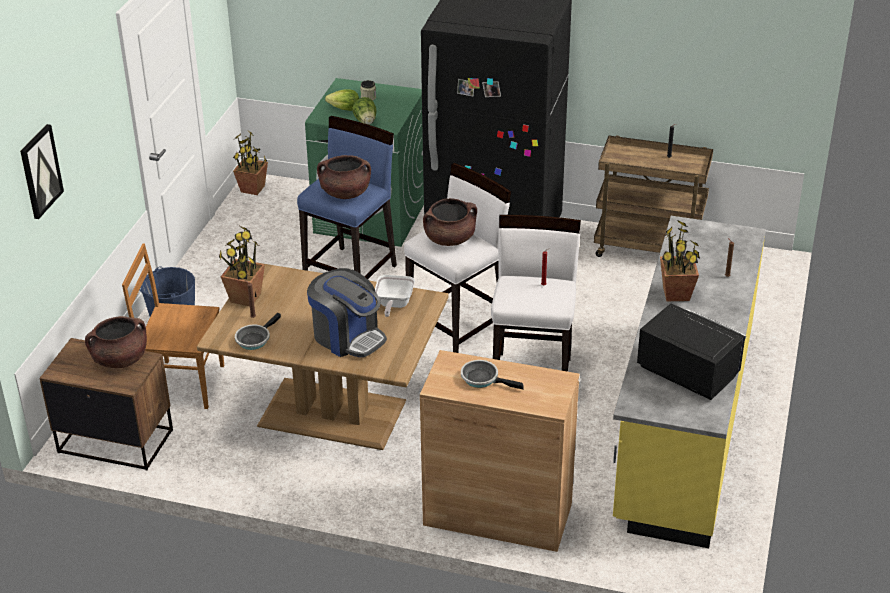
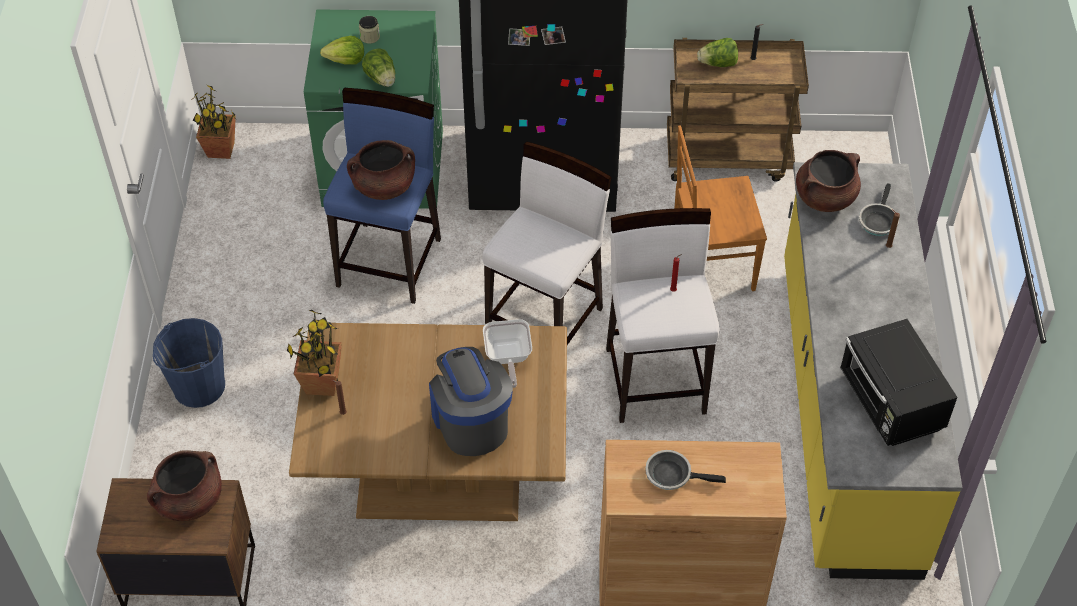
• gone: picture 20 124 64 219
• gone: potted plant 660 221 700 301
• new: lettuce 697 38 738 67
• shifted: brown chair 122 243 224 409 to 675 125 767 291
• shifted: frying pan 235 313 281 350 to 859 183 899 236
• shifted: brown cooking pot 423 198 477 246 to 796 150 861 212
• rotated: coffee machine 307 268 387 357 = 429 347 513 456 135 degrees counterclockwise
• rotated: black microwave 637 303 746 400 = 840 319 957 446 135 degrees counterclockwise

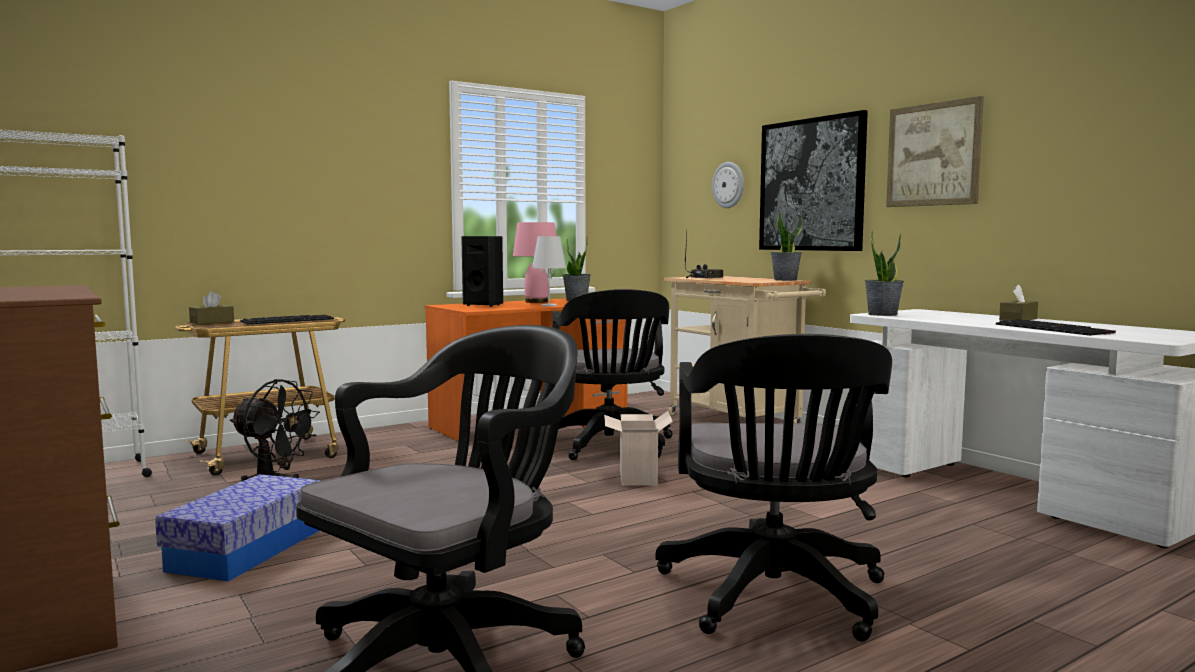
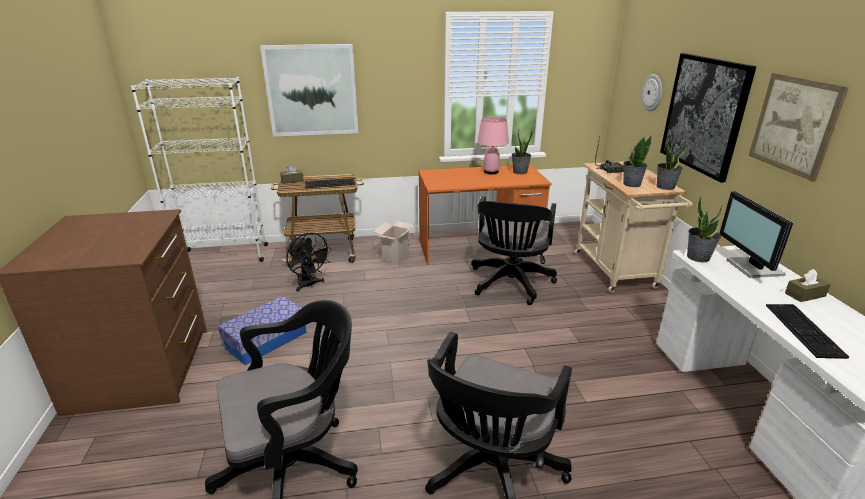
• gone: black speaker 461 236 503 307
• gone: white table lamp 532 236 566 306
• new: picture 260 44 359 137
• new: potted plant 623 135 652 187
• new: monitor 719 191 793 278
• shifted: cardboard box 604 411 673 485 to 374 221 414 263

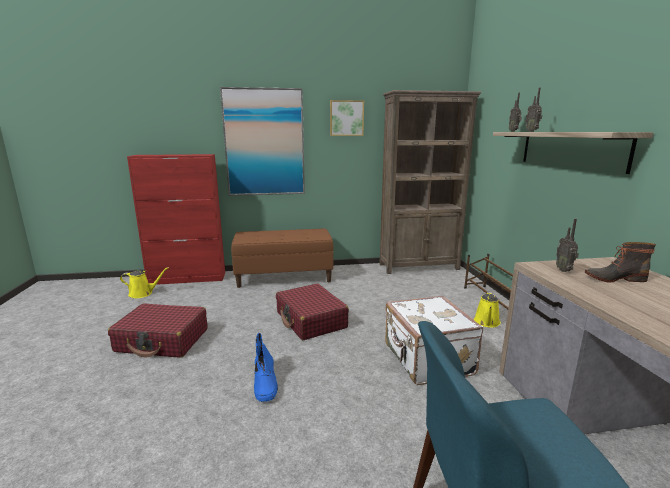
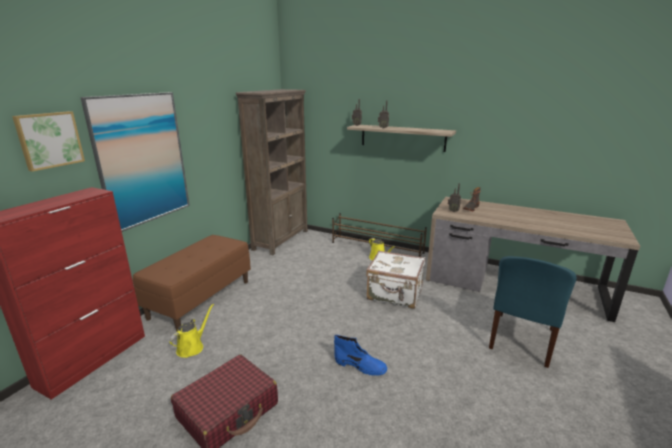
• gone: red suitcase 276 283 349 340
• shifted: yellow watering can 120 267 169 298 to 169 304 214 358
• shifted: picture 330 100 364 136 to 12 111 85 172

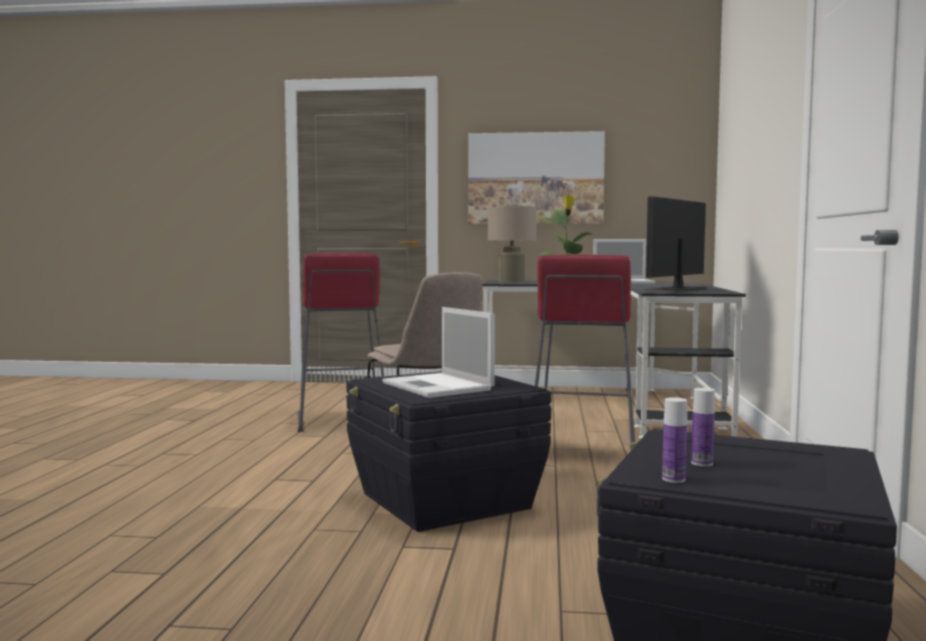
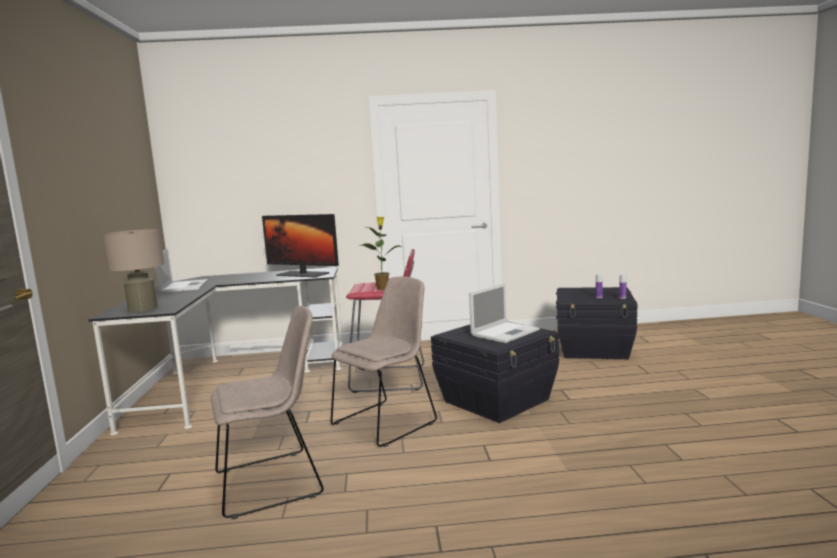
• gone: picture 468 131 605 224
• swapped: red stool 298 253 384 432 to beige chair 211 306 324 519

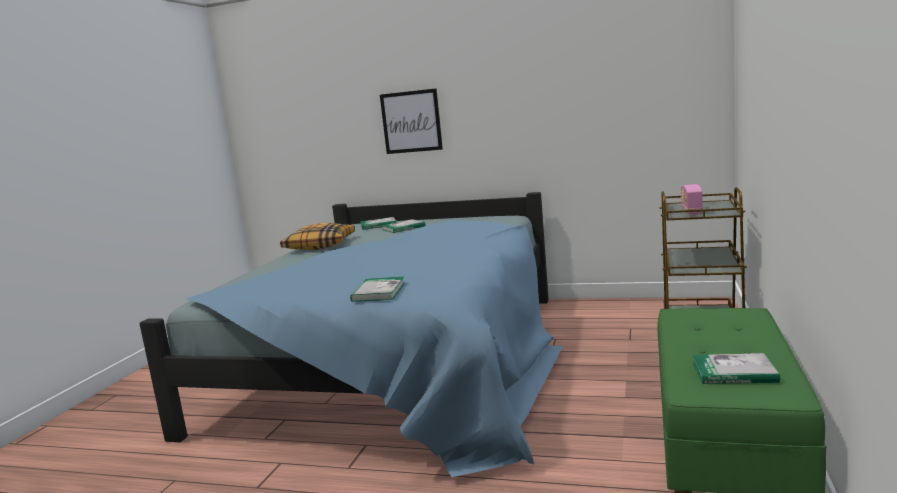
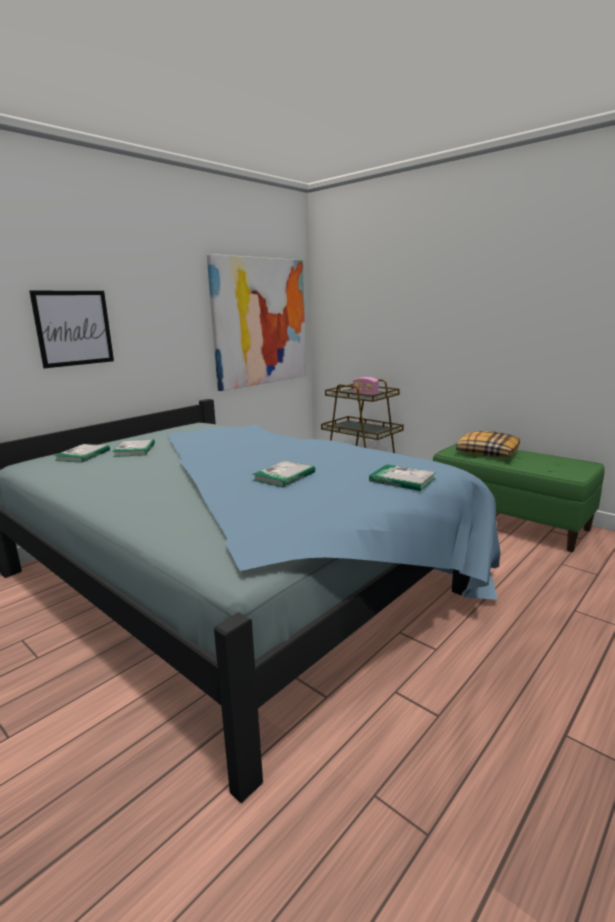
• new: picture 207 254 306 391
• shifted: pillow 280 223 355 250 to 456 431 520 457
• shifted: book 693 353 780 384 to 253 460 315 488

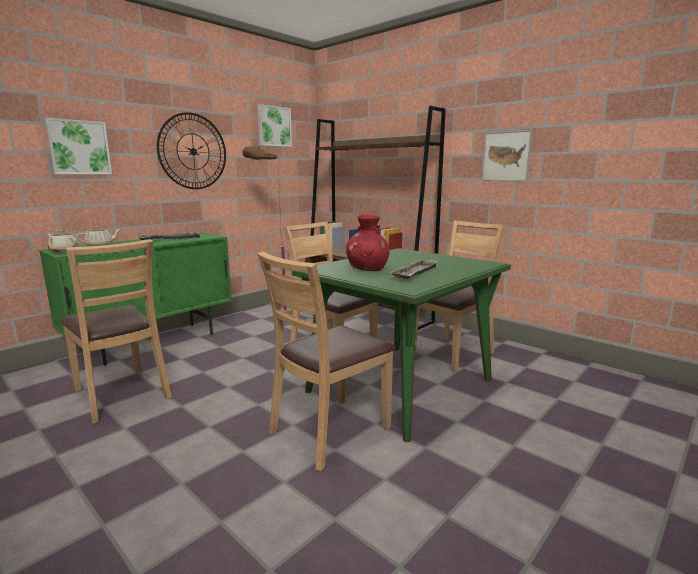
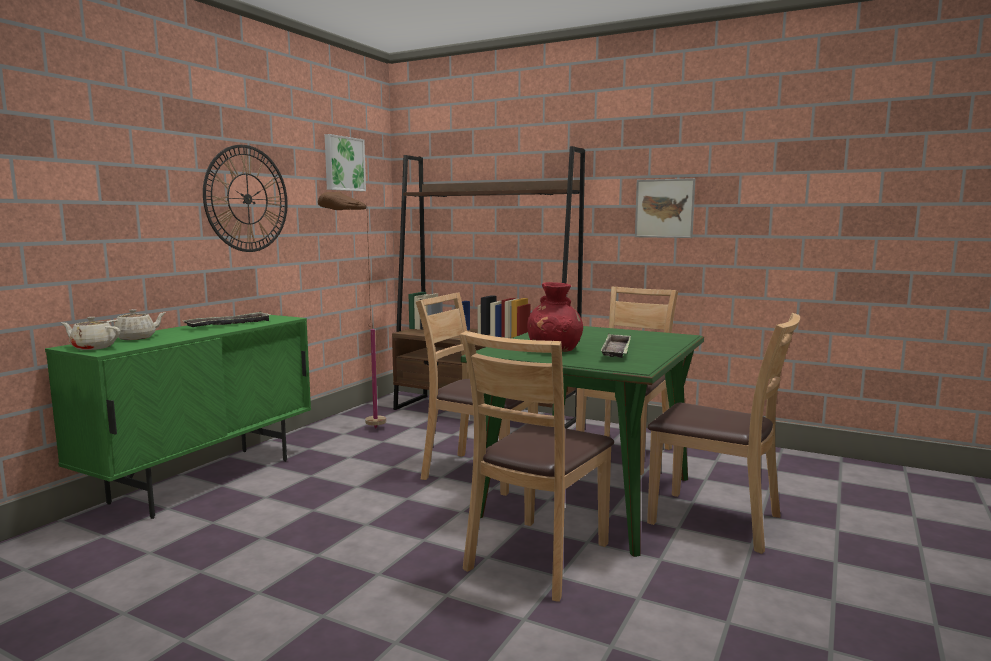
• gone: picture 44 118 112 174
• shifted: brown chair 60 239 172 424 to 647 313 800 554

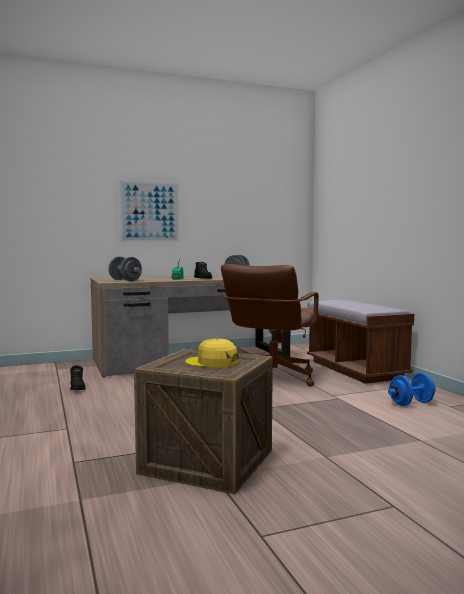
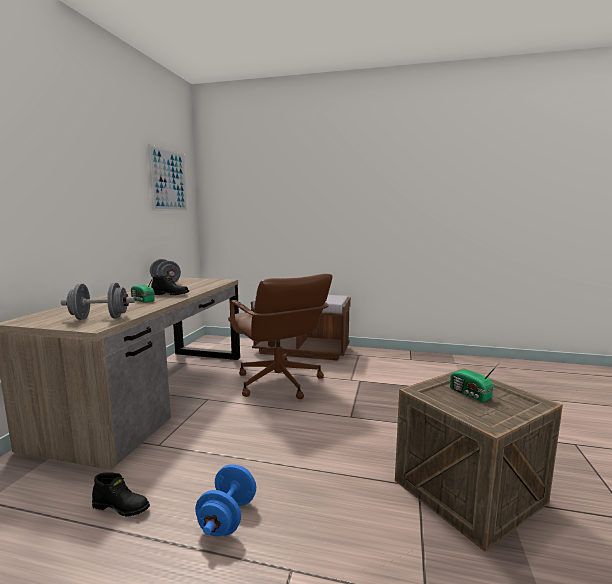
• shifted: picture 120 181 180 242 to 148 144 188 212
• shifted: blue dumbbell 388 373 436 406 to 195 464 256 537
• swapped: yellow cap 185 339 238 368 to radio 450 363 499 402

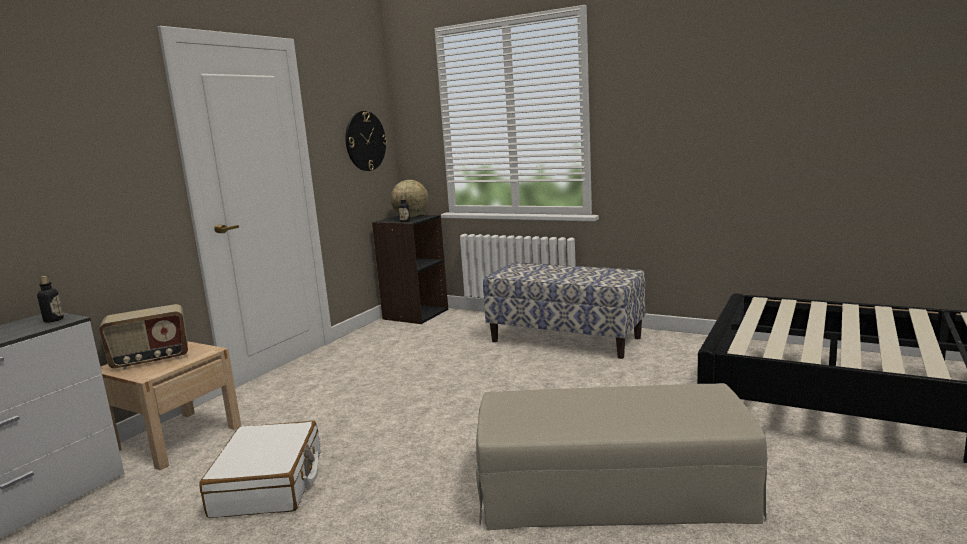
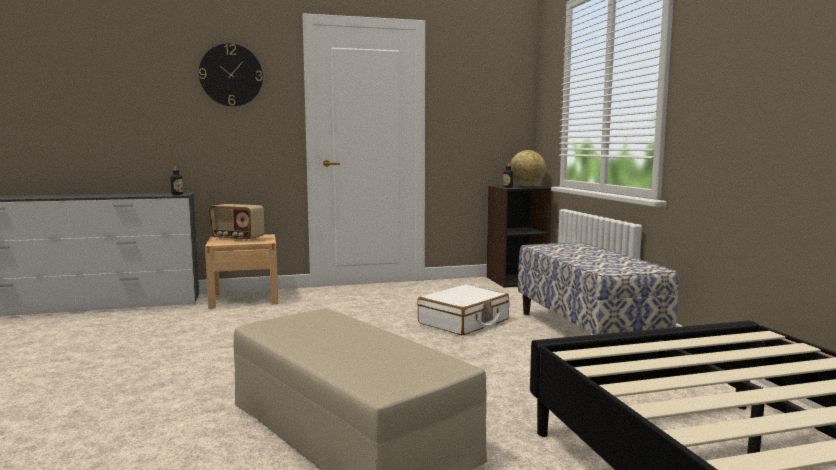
• shifted: white suitcase 199 421 320 518 to 417 285 509 335
• shifted: wall clock 345 111 387 171 to 199 43 263 106

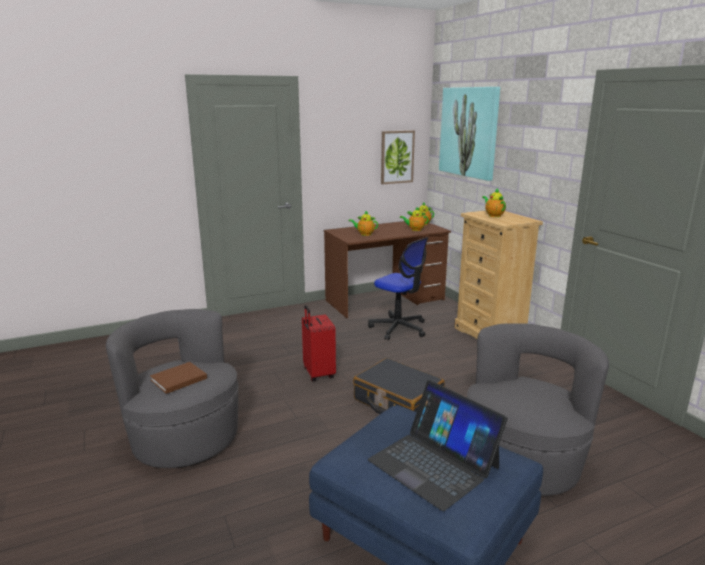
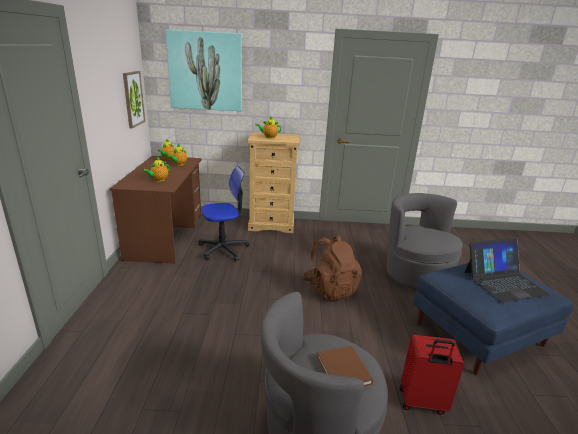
• shifted: red suitcase 302 305 336 381 to 400 335 464 415
• swapped: black suitcase 353 358 445 414 to brown backpack 303 235 362 301

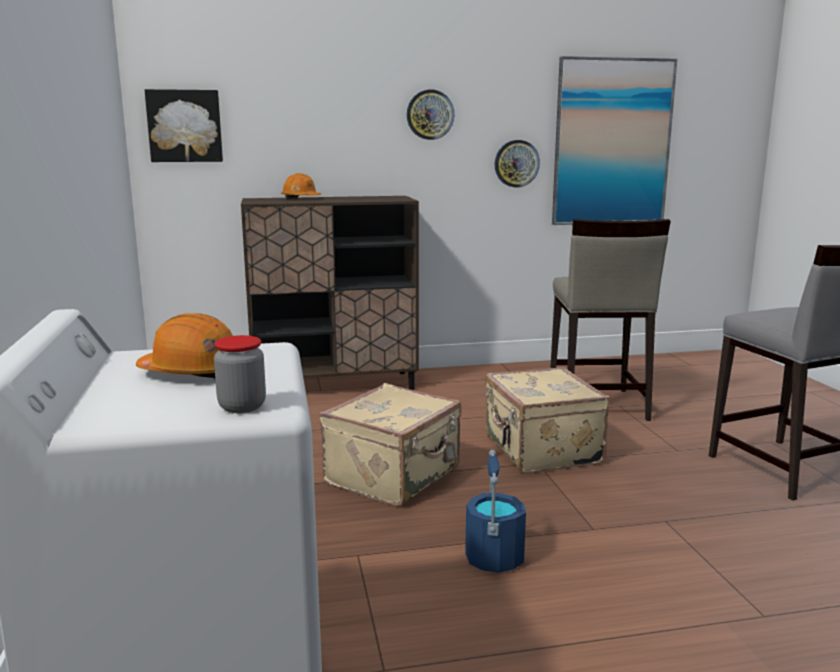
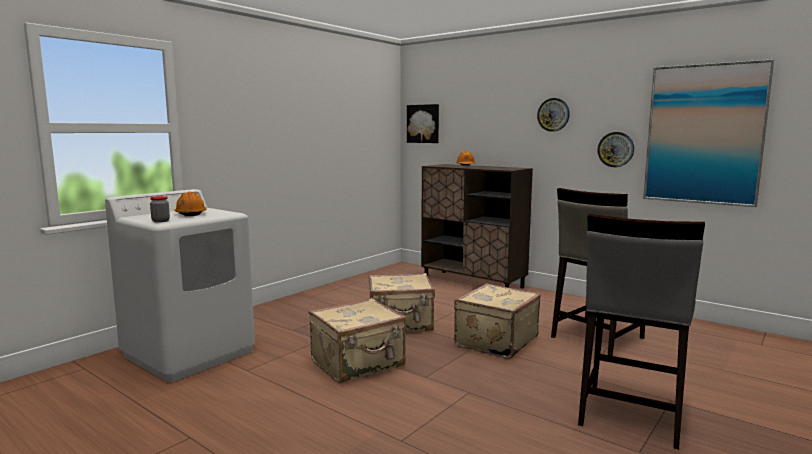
• swapped: blue bucket 465 450 526 573 to beige suitcase 309 298 406 383

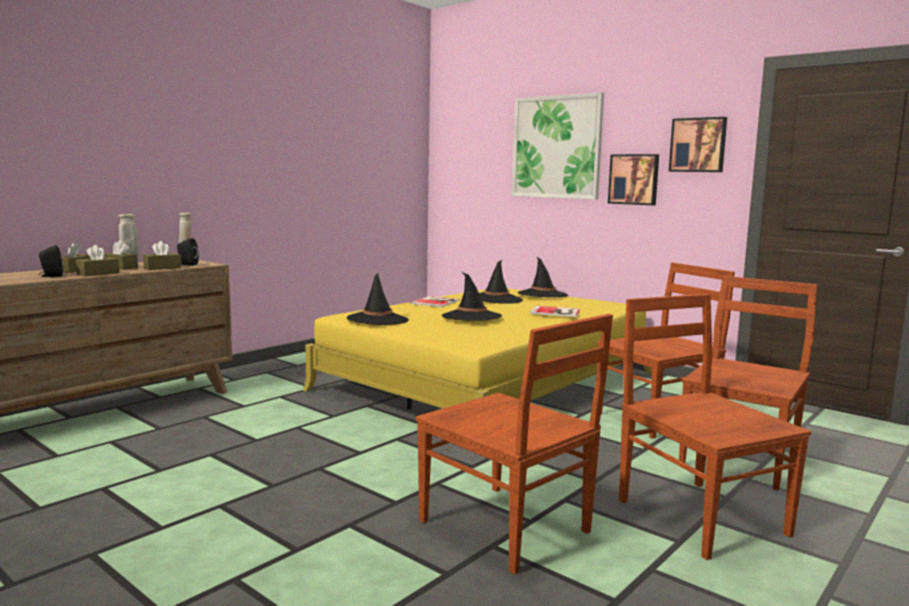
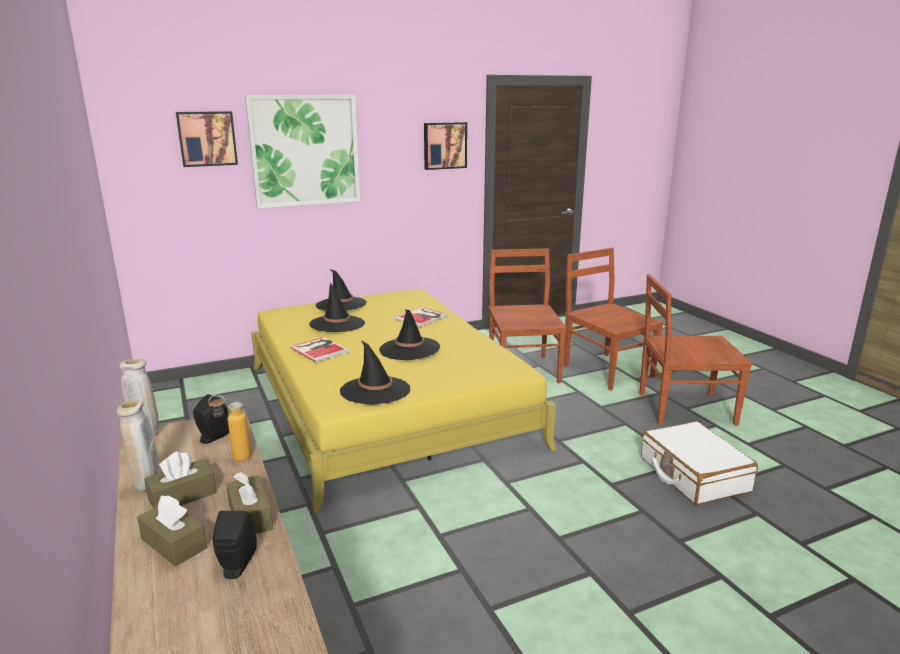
• shifted: picture 608 154 659 205 to 176 111 238 167
• swapped: brown tissue box 143 241 181 270 to bottle 209 395 251 461
• swapped: brown chair 416 314 613 574 to white suitcase 642 421 758 505

